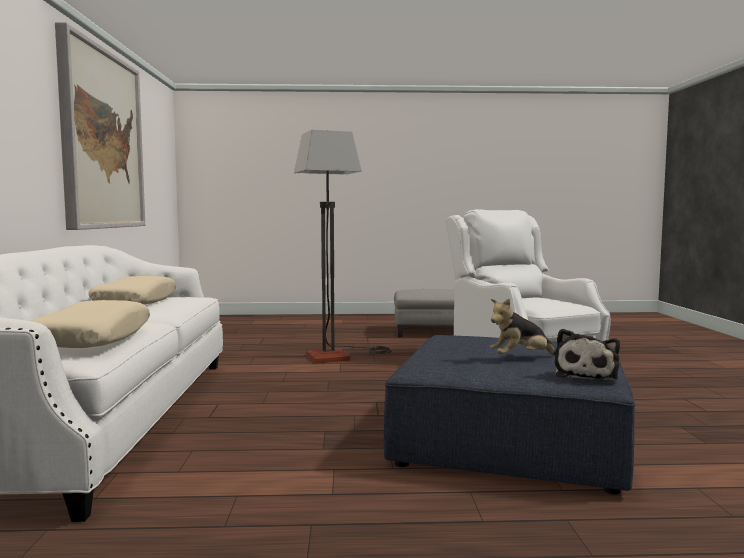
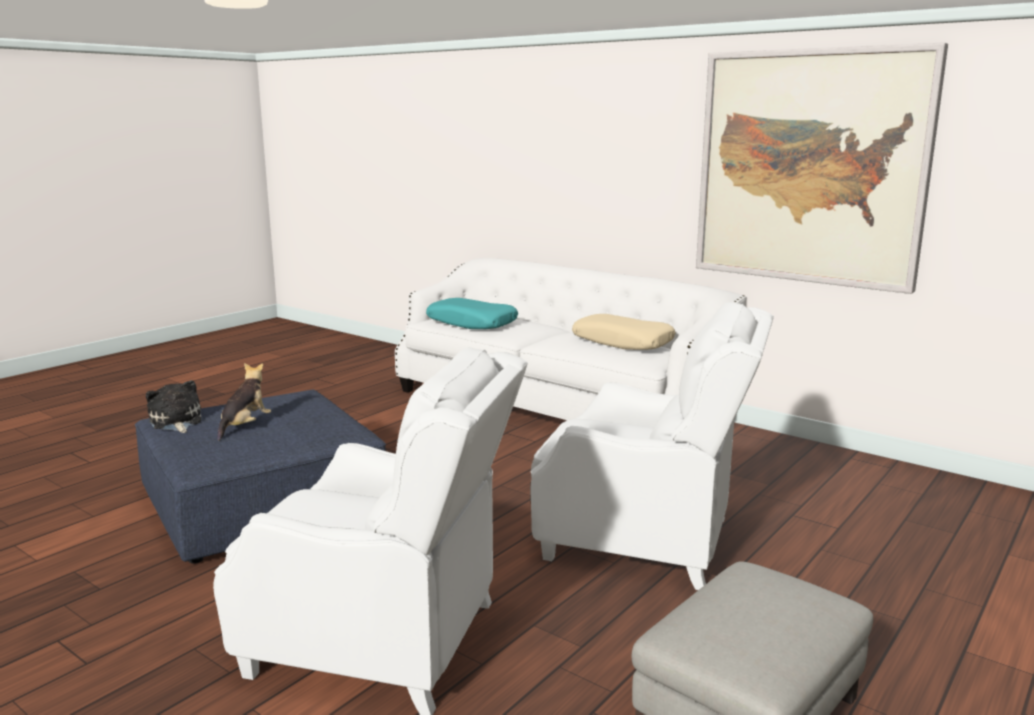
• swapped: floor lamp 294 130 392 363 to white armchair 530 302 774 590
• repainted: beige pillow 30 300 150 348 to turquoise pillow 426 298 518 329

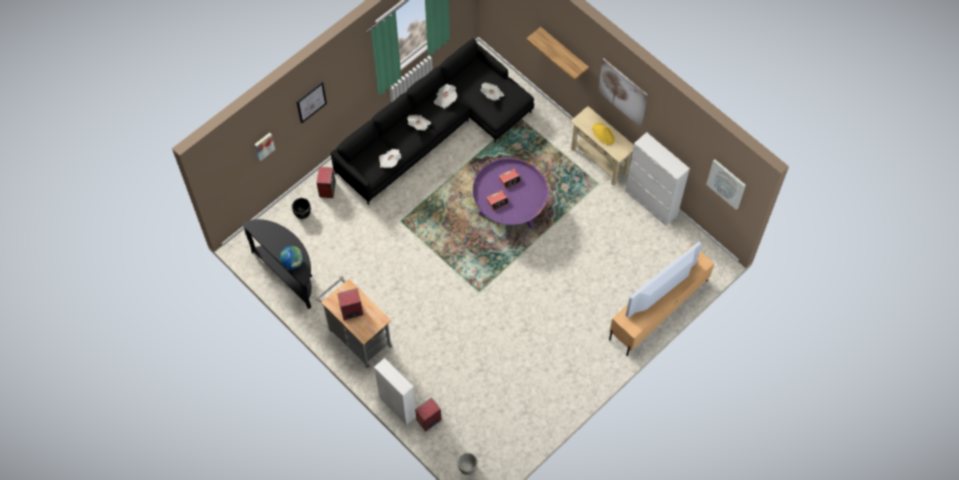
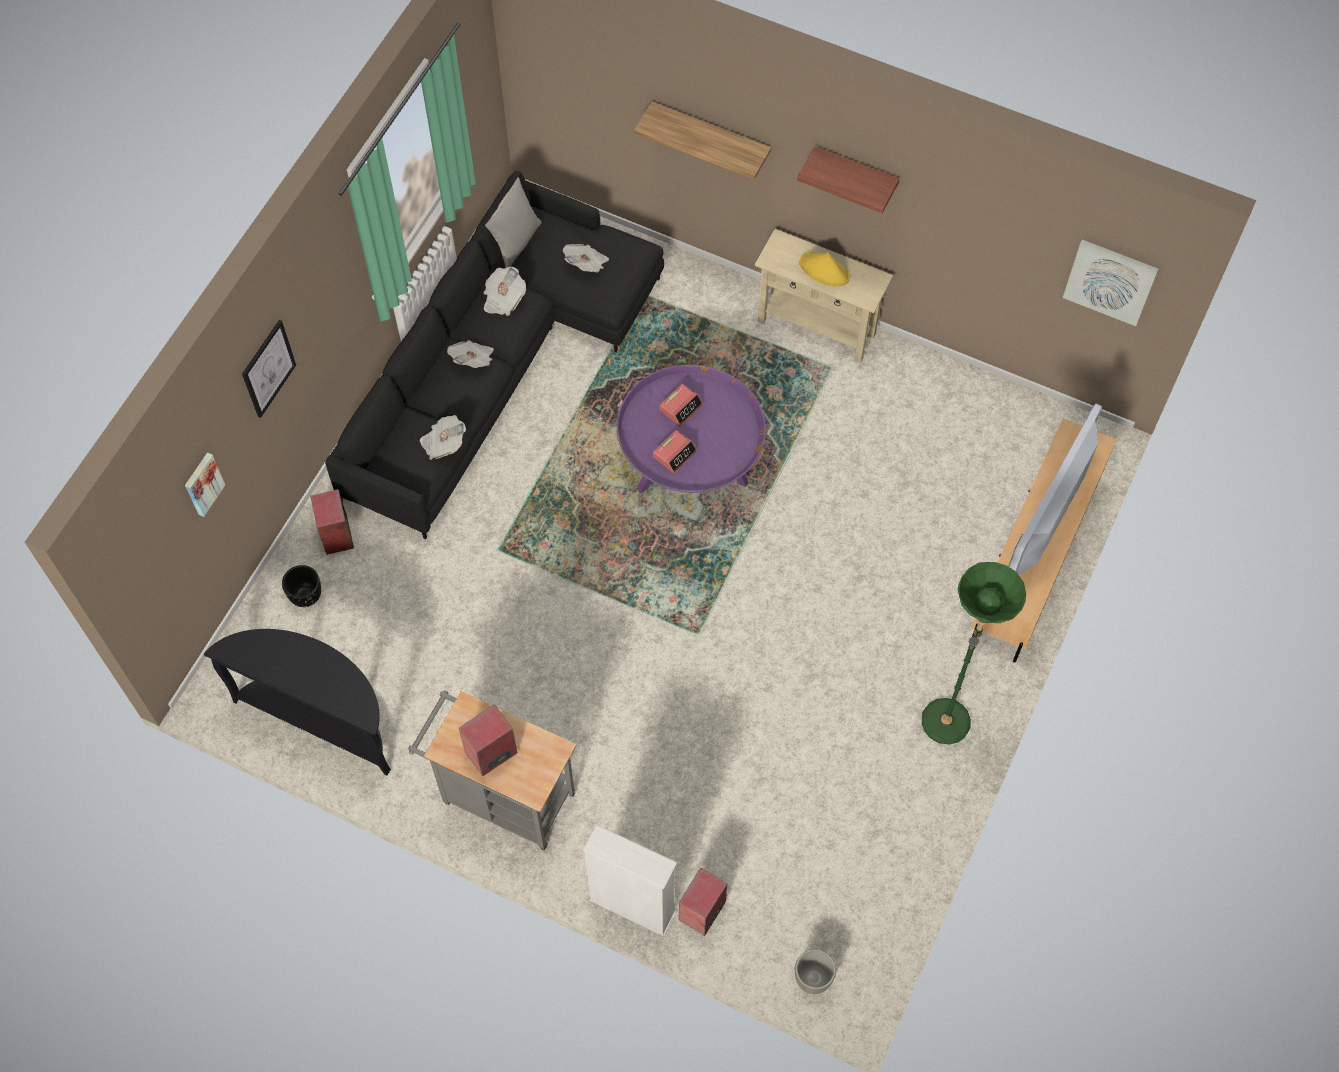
• gone: globe 280 246 304 269
• gone: white cabinet 625 132 690 226
• new: grey pillow 485 178 542 268
• new: green floor lamp 922 562 1026 745
• swapped: picture 598 58 648 128 to shelf 797 146 899 213

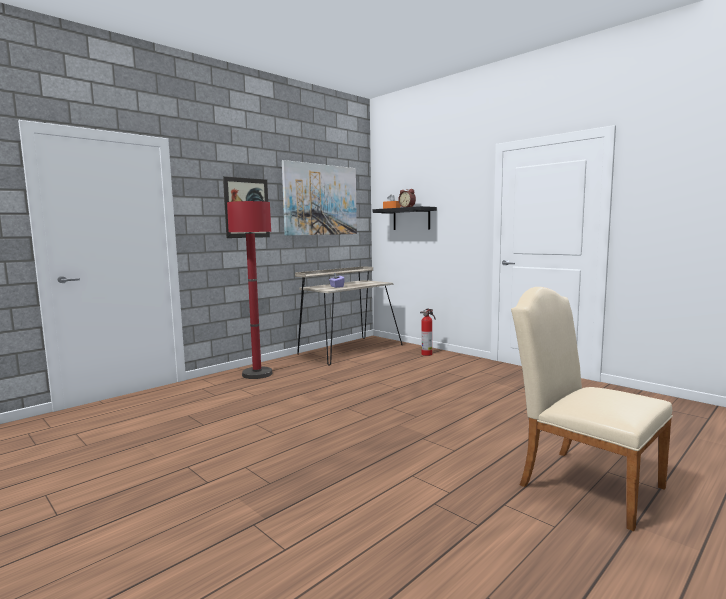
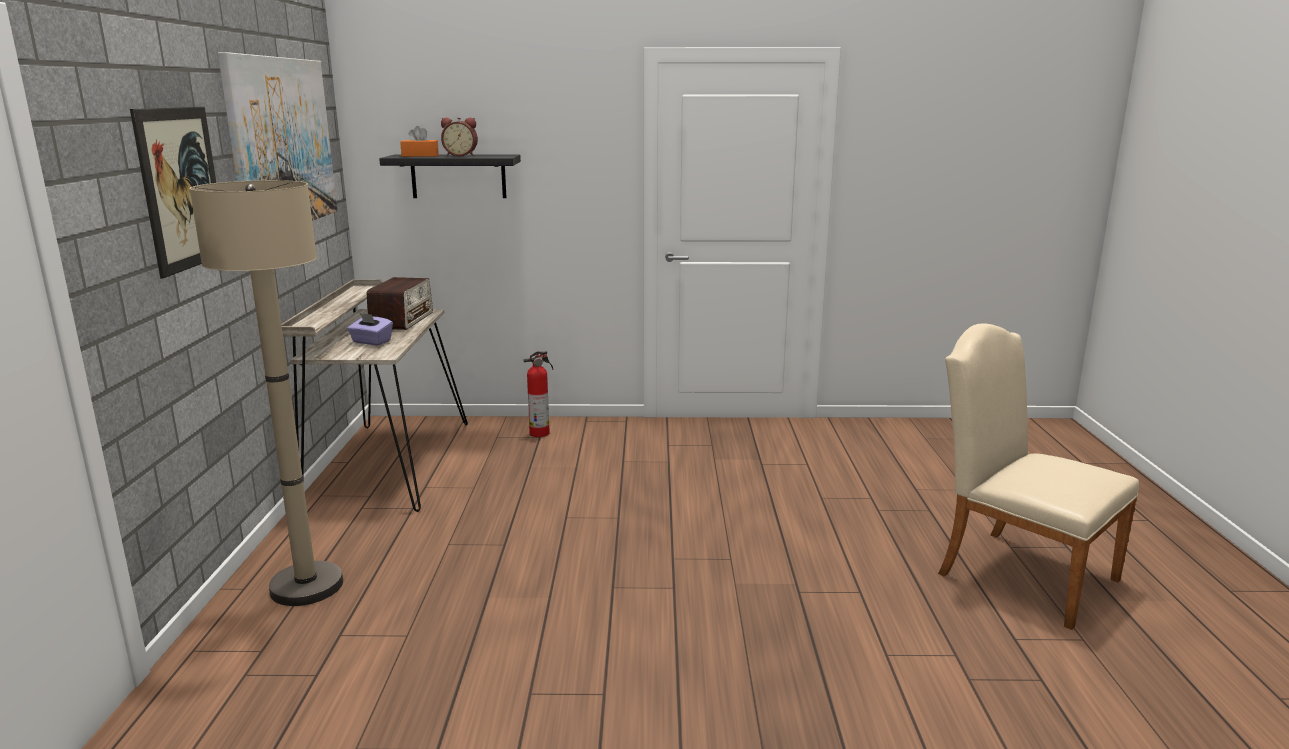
• new: radio 367 277 433 330
• repainted: red floor lamp 227 201 272 379 to beige floor lamp 190 180 343 606
• rotated: beige chair 511 287 673 531 = 938 324 1139 630 45 degrees clockwise

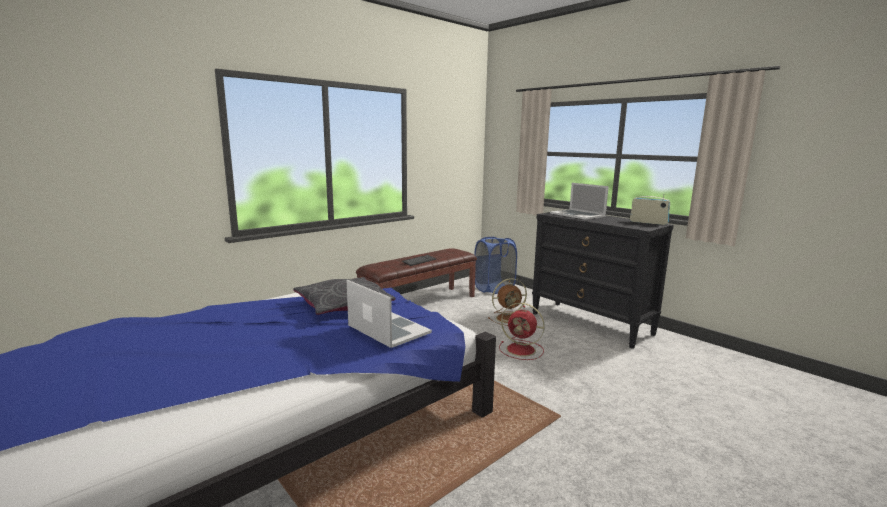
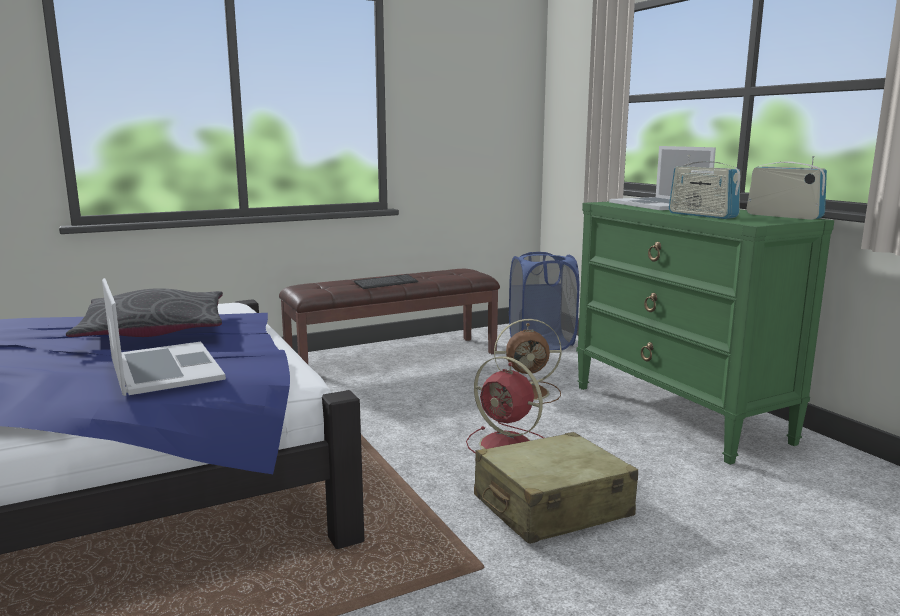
• new: beige suitcase 474 432 638 544
• new: radio 669 155 741 219
• repainted: black dresser 532 212 674 349 to green dresser 576 202 834 465

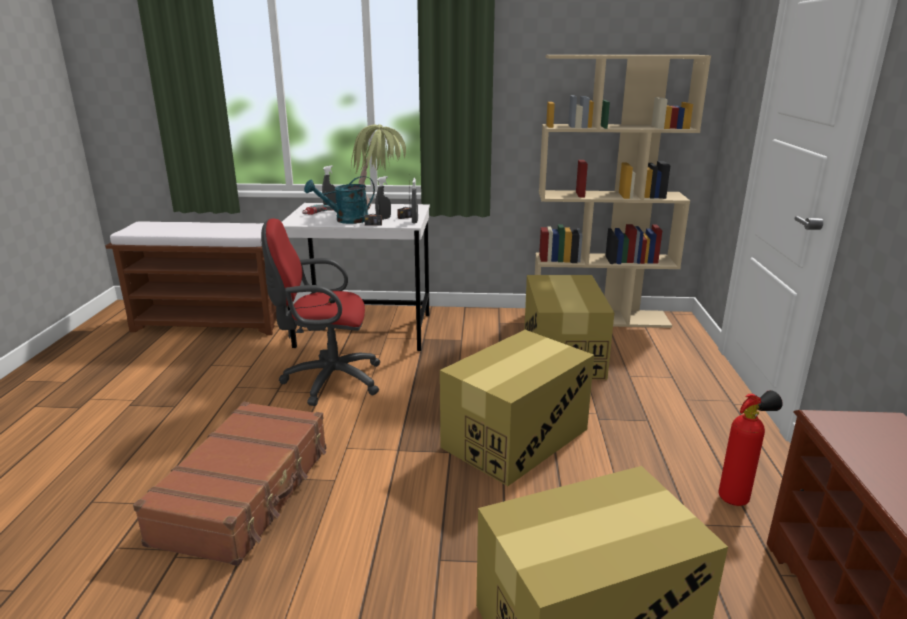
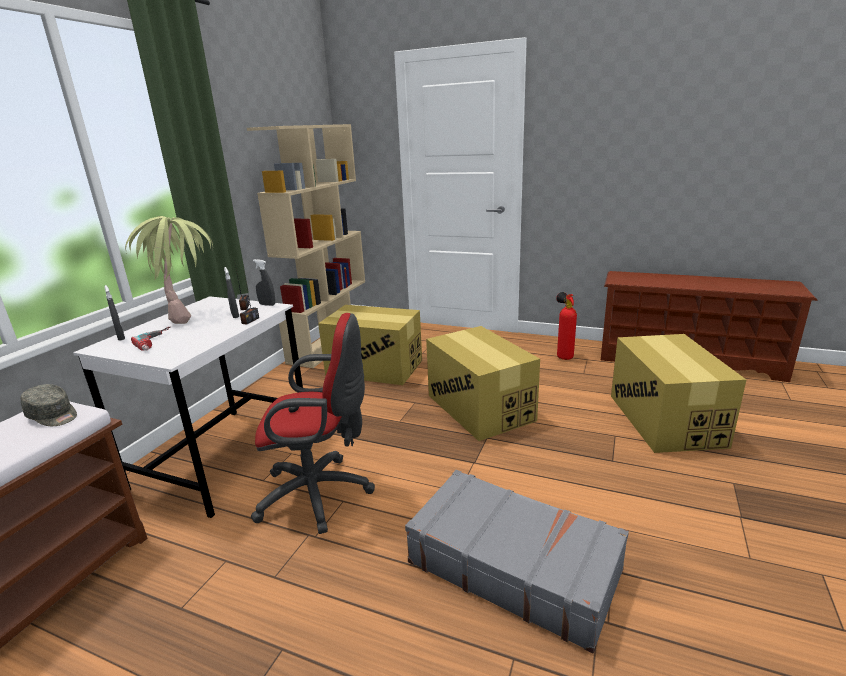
• gone: turquoise watering can 304 176 375 224
• new: grey cap 20 384 77 426
• repainted: brown suitcase 133 402 326 566 to grey suitcase 405 470 629 654
• rotated: red office chair 261 219 381 406 = 251 313 375 534 105 degrees counterclockwise

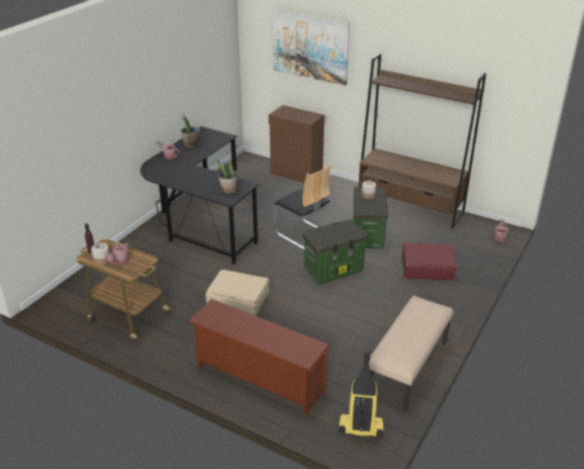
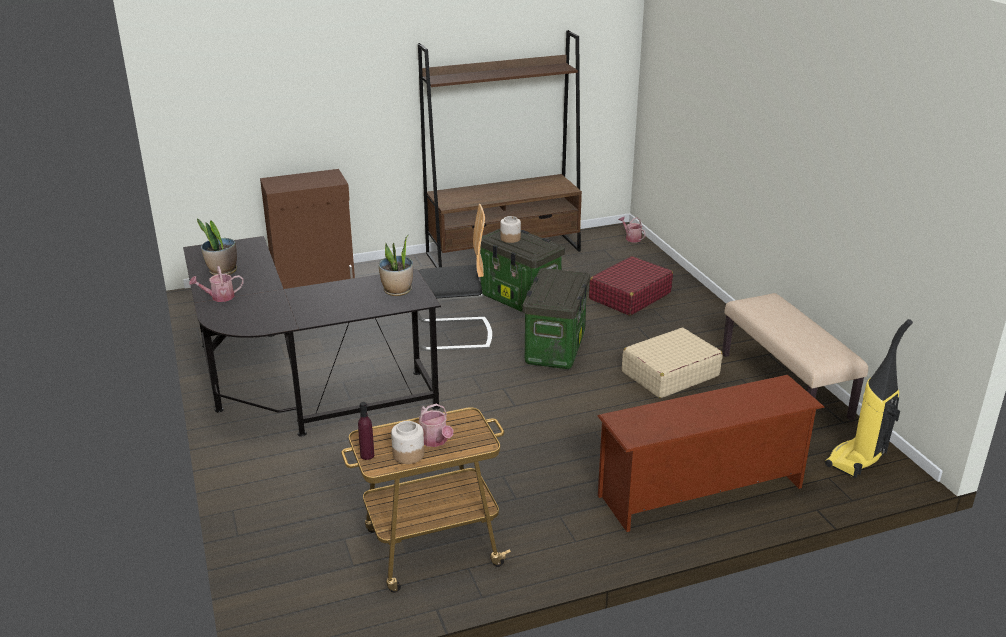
• gone: picture 273 9 350 86
• shifted: beige suitcase 206 269 269 316 to 622 328 723 398

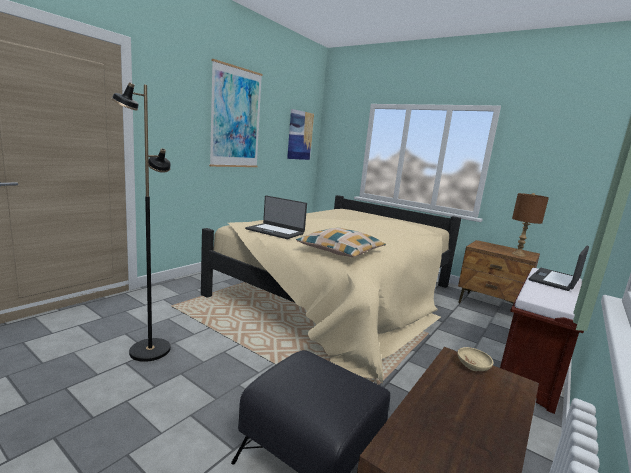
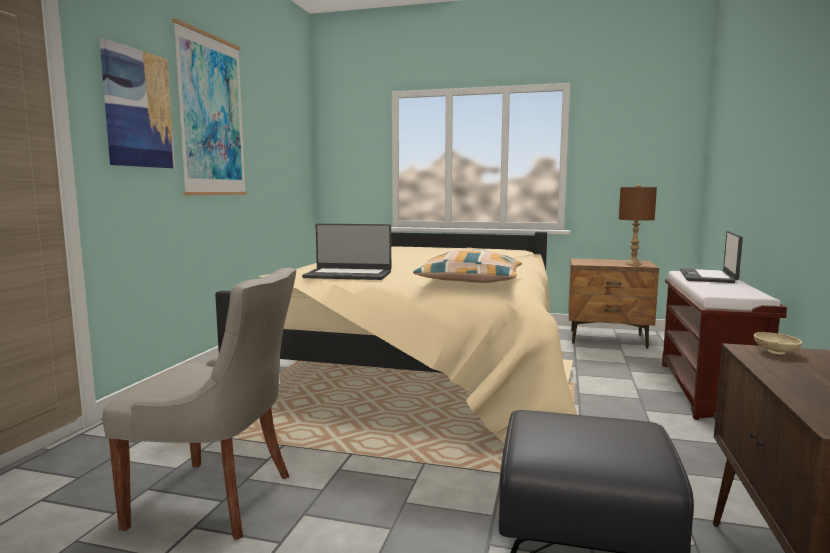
• shifted: picture 287 109 314 160 to 99 38 175 168
• swapped: black floor lamp 111 82 171 362 to grey chair 102 268 296 540

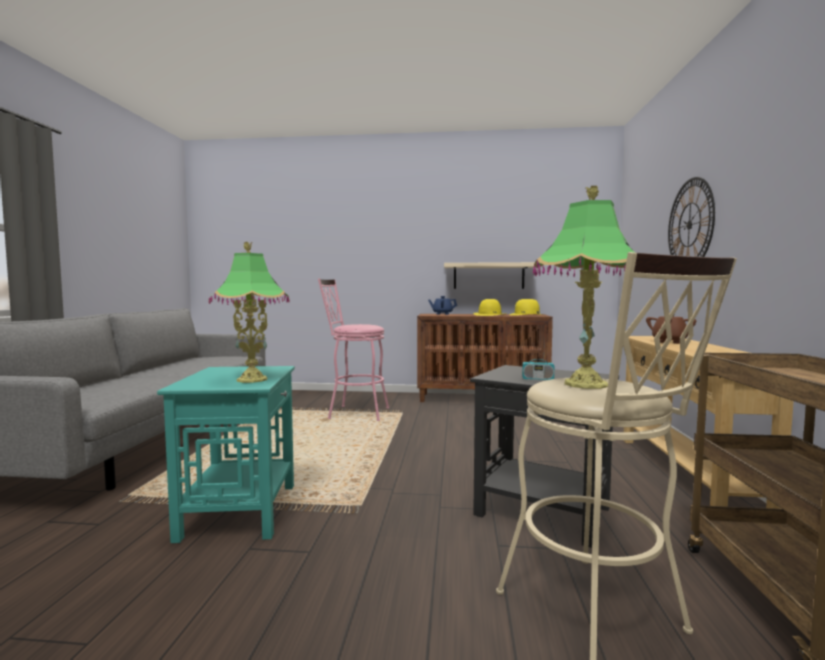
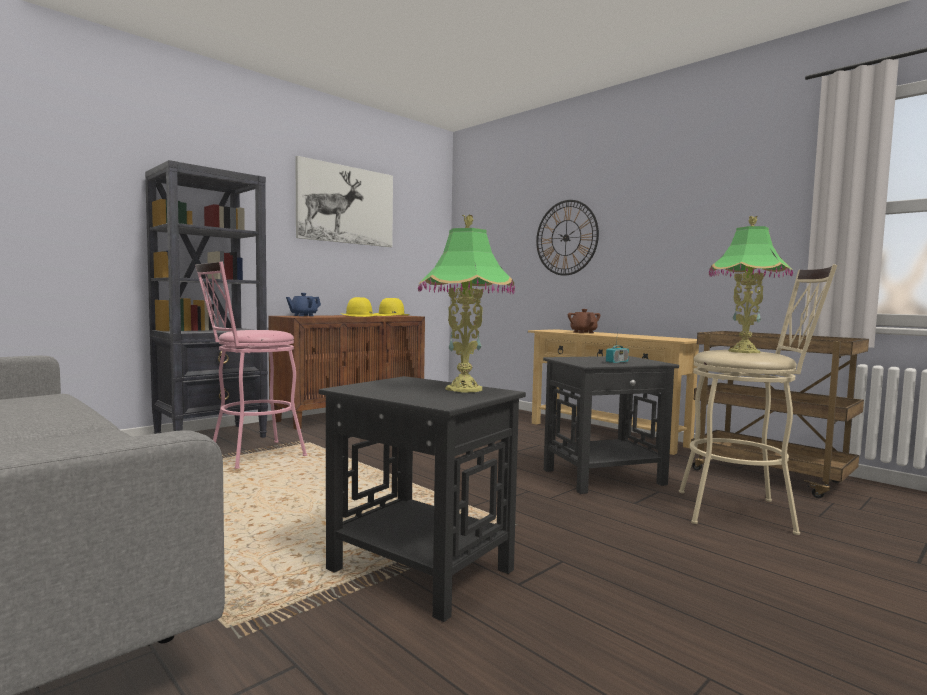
• gone: beige shelf 444 262 535 289
• new: black bookcase 145 160 268 438
• new: picture 296 156 393 247
• repainted: turquoise side table 157 366 295 543 to black side table 319 376 526 622

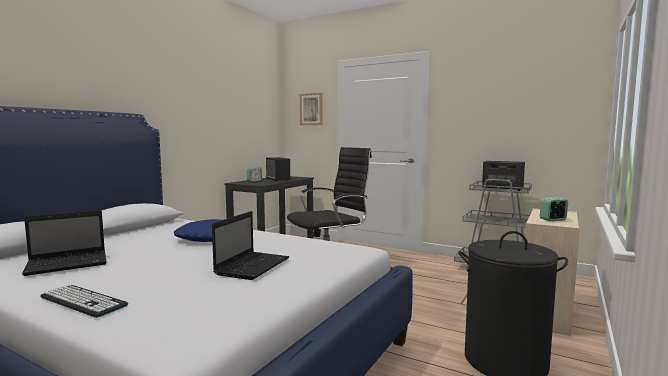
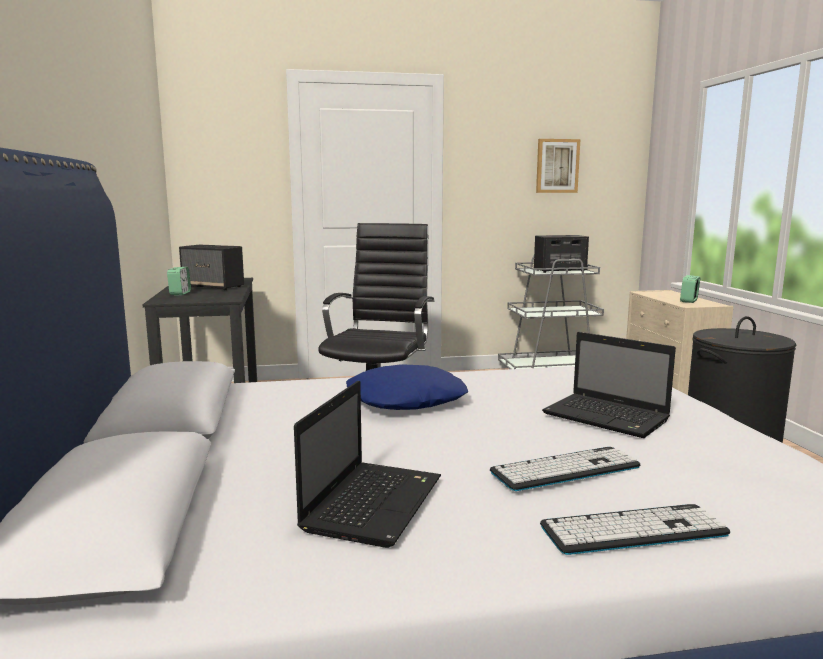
• new: keyboard 490 447 640 491
• shifted: picture 300 93 323 125 to 536 139 580 193
• rotated: laptop 212 211 289 280 = 542 332 676 438 150 degrees clockwise

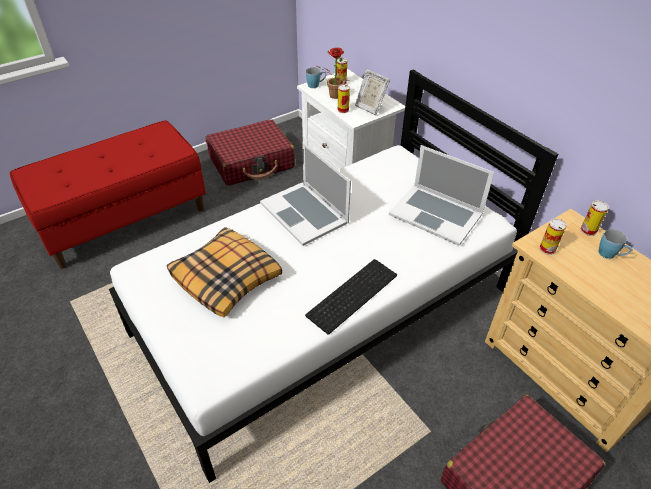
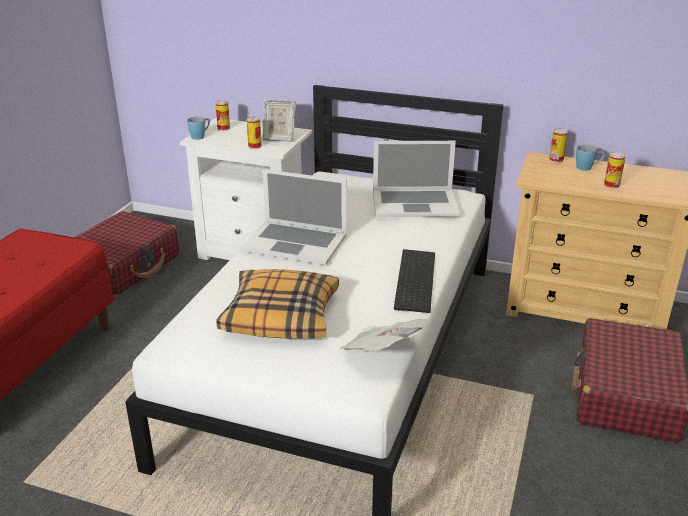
• gone: potted plant 317 48 349 99
• new: newspaper 339 319 432 351
• shifted: can 539 218 567 255 to 604 152 626 189

